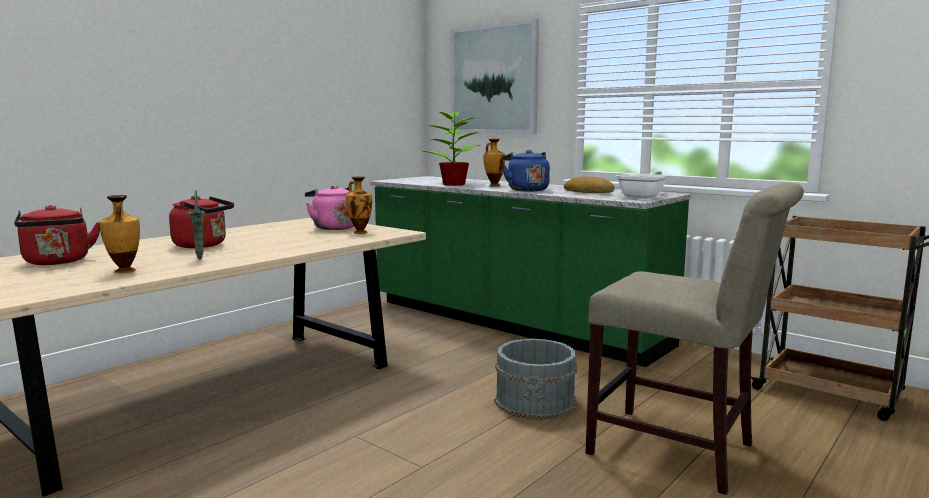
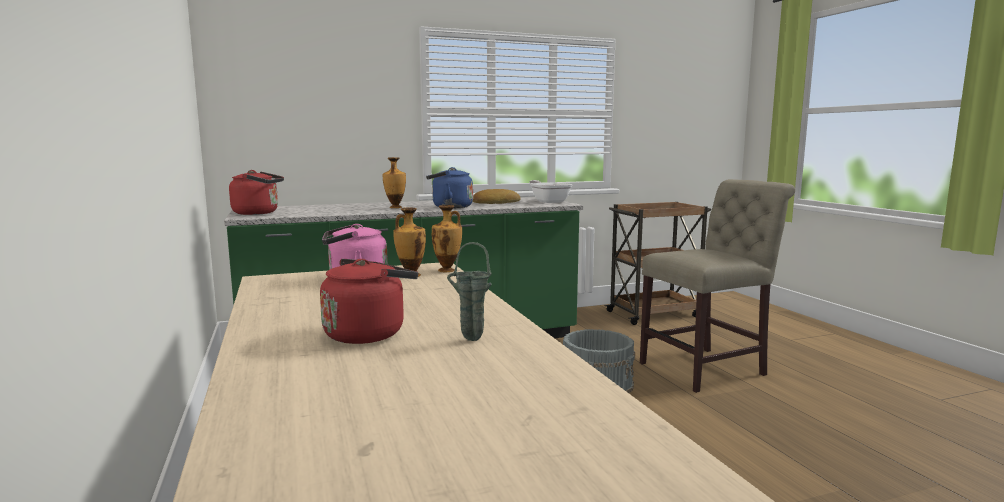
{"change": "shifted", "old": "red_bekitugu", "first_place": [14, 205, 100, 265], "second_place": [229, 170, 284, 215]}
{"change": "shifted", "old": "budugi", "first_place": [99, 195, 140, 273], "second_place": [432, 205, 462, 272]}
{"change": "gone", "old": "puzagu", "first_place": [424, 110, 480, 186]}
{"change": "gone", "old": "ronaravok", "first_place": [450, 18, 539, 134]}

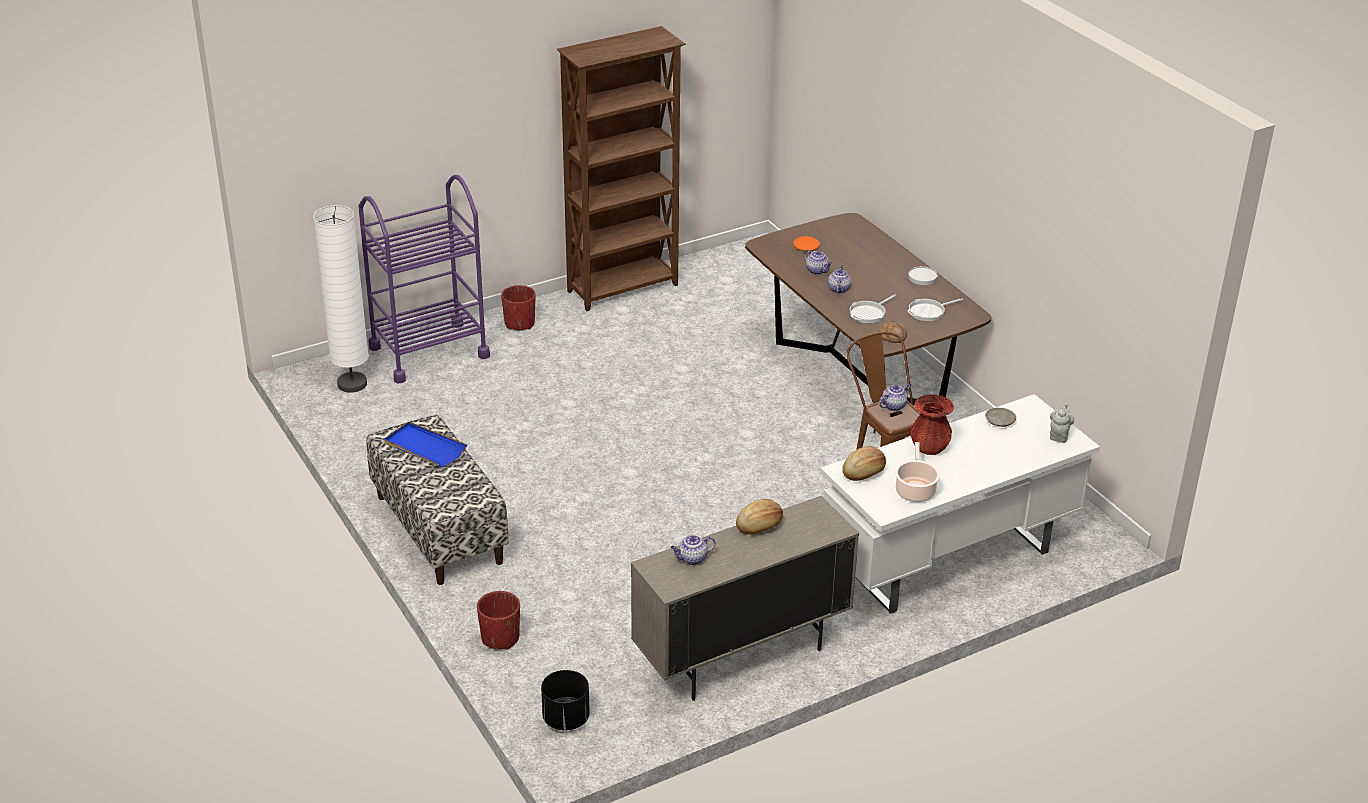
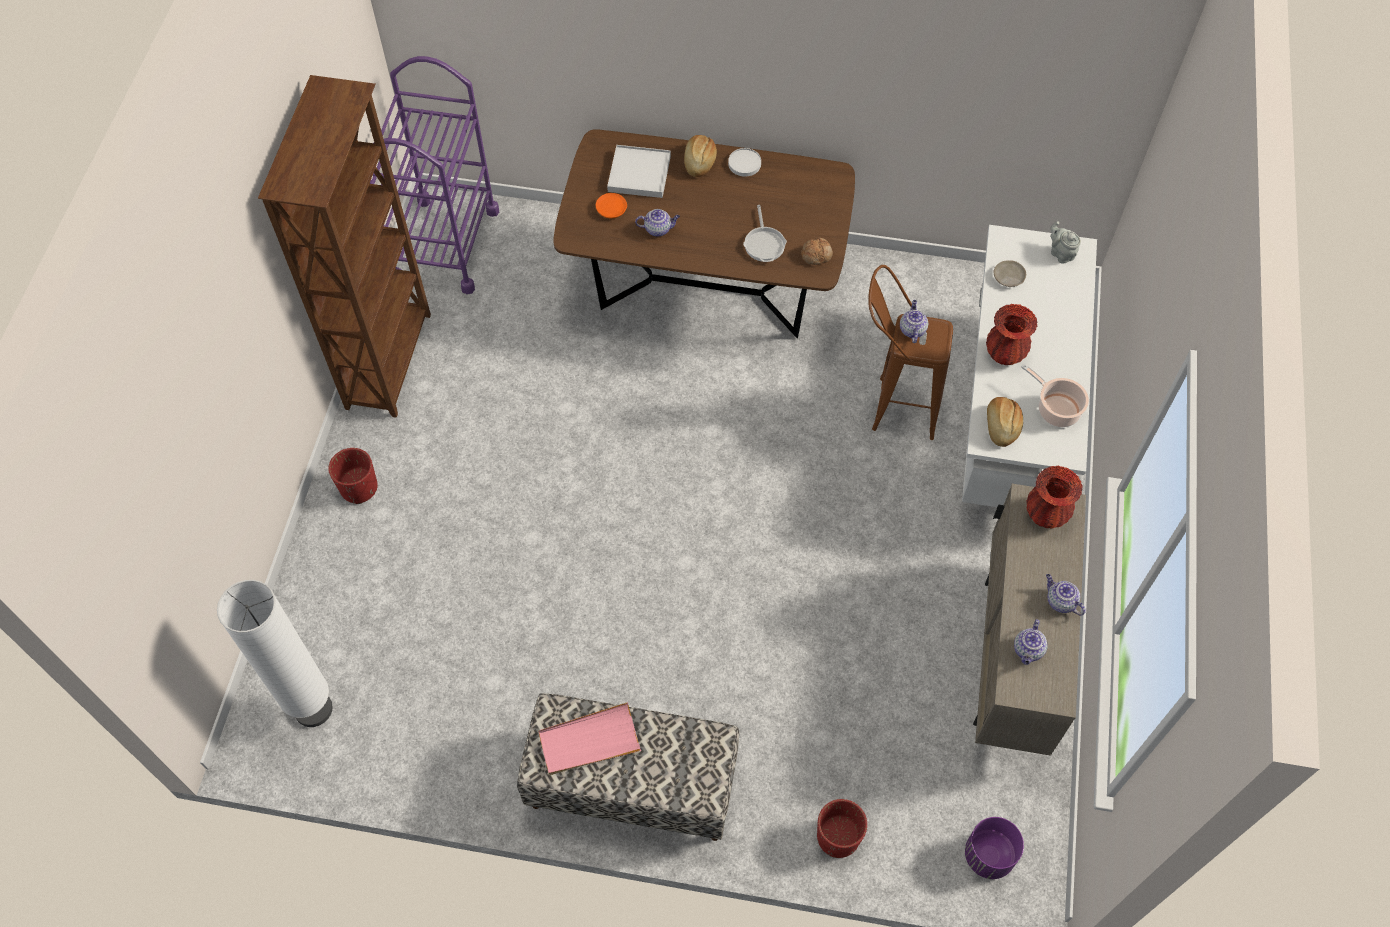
{"change": "shifted", "old": "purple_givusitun", "first_place": [358, 175, 490, 384], "second_place": [369, 56, 499, 294]}
{"change": "repainted", "old": "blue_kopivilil", "new": "pink_kopivilil", "first_place": [384, 422, 467, 467], "second_place": [538, 702, 641, 775]}
{"change": "repainted", "old": "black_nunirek", "new": "purple_nunirek", "first_place": [541, 670, 590, 730], "second_place": [965, 817, 1024, 879]}
{"change": "shifted", "old": "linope", "first_place": [736, 499, 783, 534], "second_place": [684, 135, 717, 177]}
{"change": "shifted", "old": "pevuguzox", "first_place": [828, 265, 851, 293], "second_place": [1046, 574, 1086, 616]}
{"change": "gone", "old": "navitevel", "first_place": [907, 298, 963, 322]}
{"change": "new", "new": "white_kopivilil", "second_place": [607, 145, 671, 198]}
{"change": "new", "new": "red_budugi", "second_place": [1026, 466, 1083, 529]}

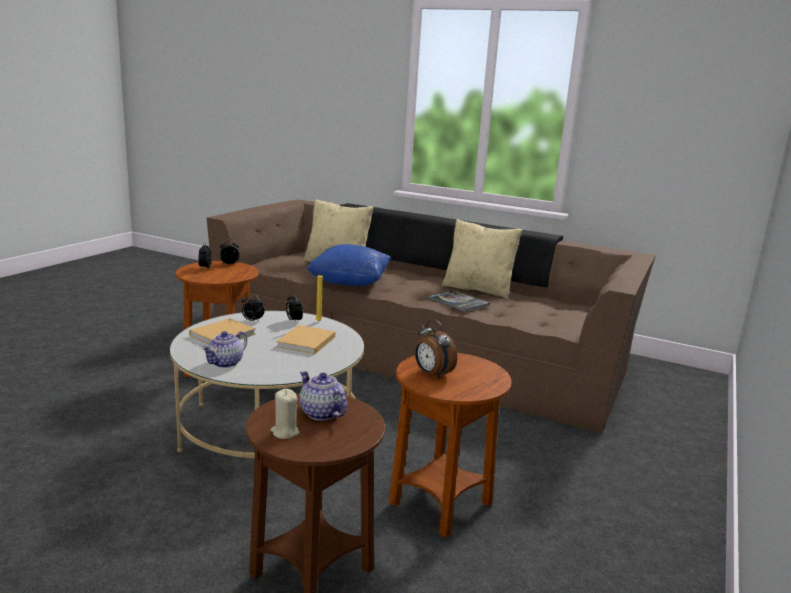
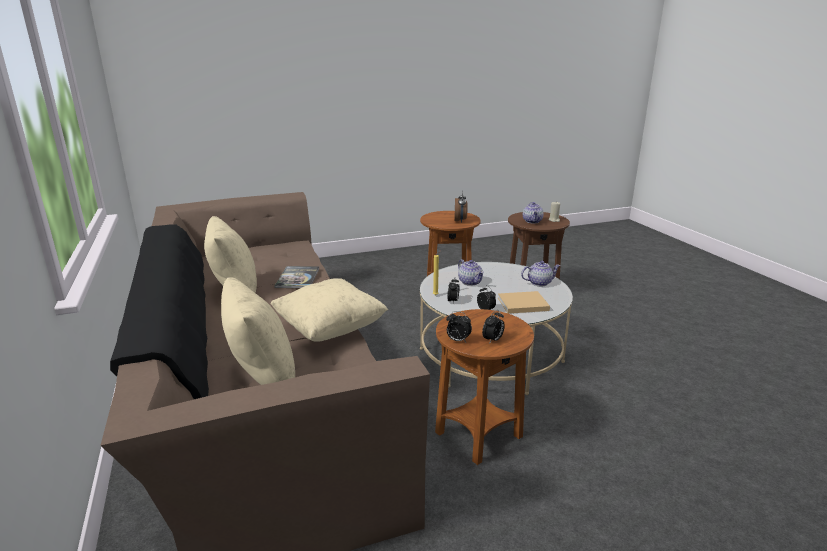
{"change": "swapped", "old": "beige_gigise", "new": "pevuguzox", "first_place": [276, 325, 335, 354], "second_place": [458, 259, 484, 286]}
{"change": "repainted", "old": "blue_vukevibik", "new": "beige_vukevibik", "first_place": [306, 244, 391, 286], "second_place": [270, 278, 388, 342]}

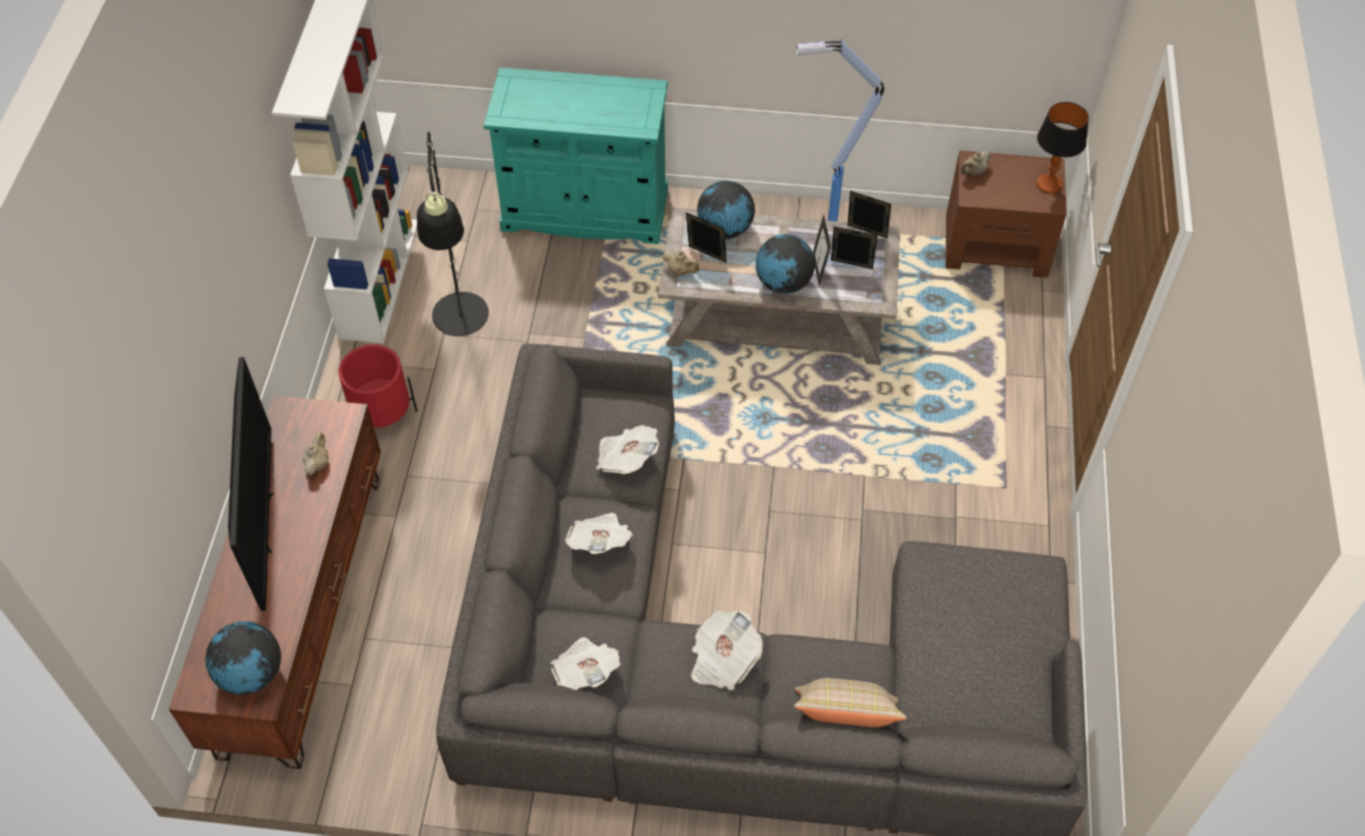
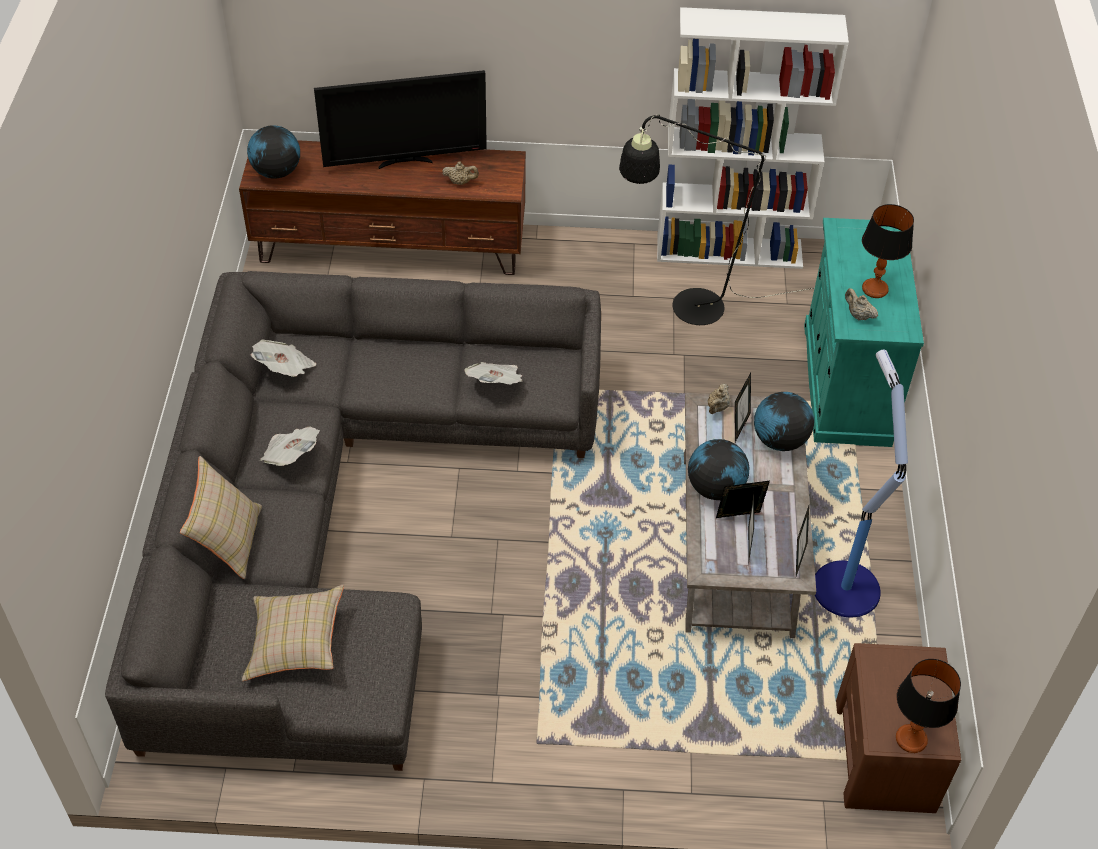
{"change": "gone", "old": "red_nunirek", "first_place": [339, 344, 417, 428]}
{"change": "gone", "old": "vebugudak", "first_place": [565, 513, 633, 554]}
{"change": "shifted", "old": "beige_pevuguzox", "first_place": [960, 151, 991, 176], "second_place": [845, 288, 878, 320]}
{"change": "new", "new": "beige_vukevibik", "second_place": [242, 585, 344, 681]}
{"change": "new", "new": "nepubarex", "second_place": [862, 204, 914, 298]}

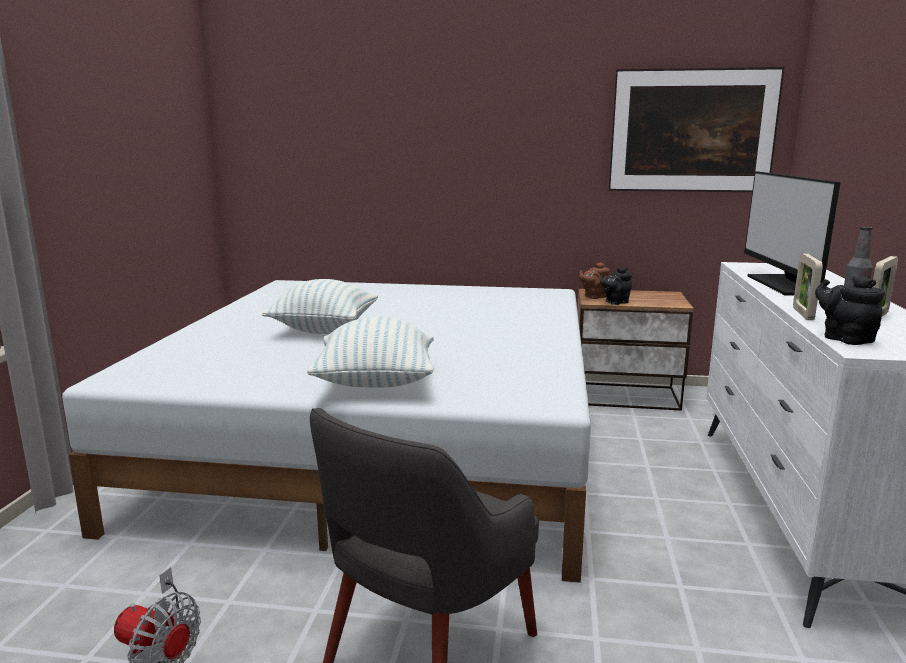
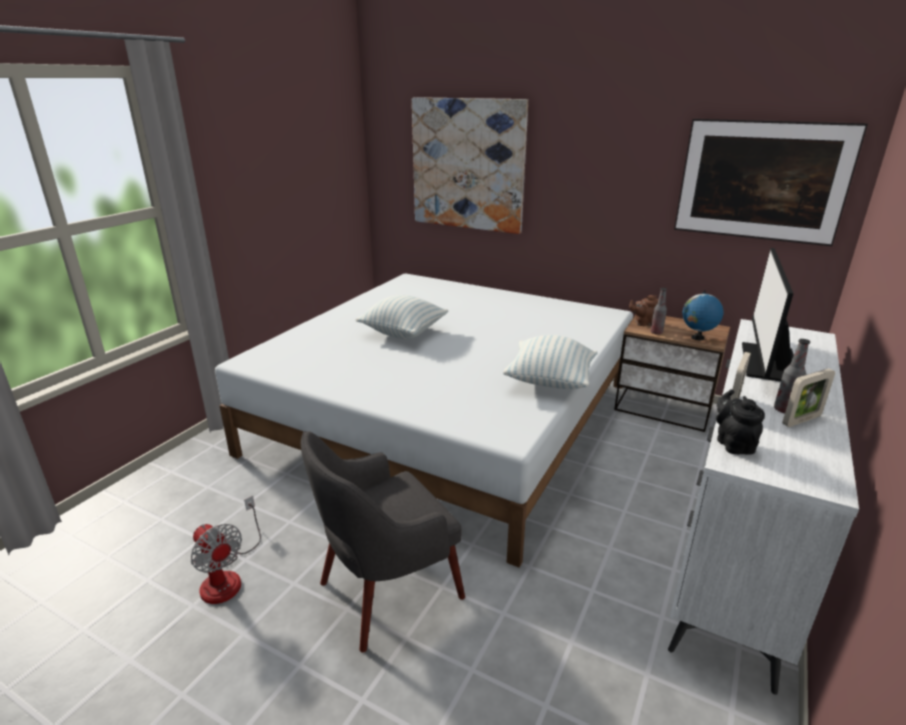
{"change": "shifted", "old": "vukevibik", "first_place": [307, 317, 434, 387], "second_place": [503, 335, 598, 389]}
{"change": "swapped", "old": "black_pevuguzox", "new": "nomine", "first_place": [600, 267, 632, 305], "second_place": [650, 288, 667, 335]}
{"change": "new", "new": "ronaravok", "second_place": [412, 97, 528, 234]}
{"change": "new", "new": "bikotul", "second_place": [683, 290, 723, 340]}

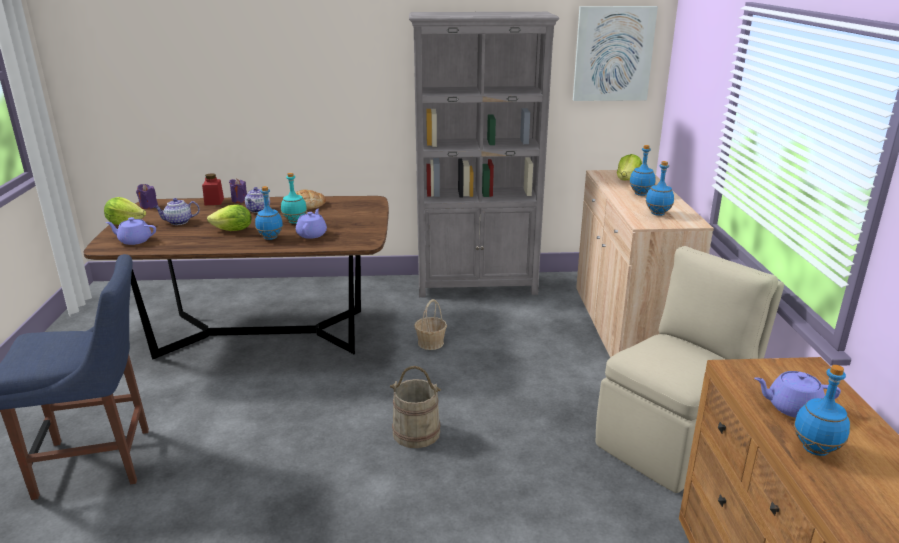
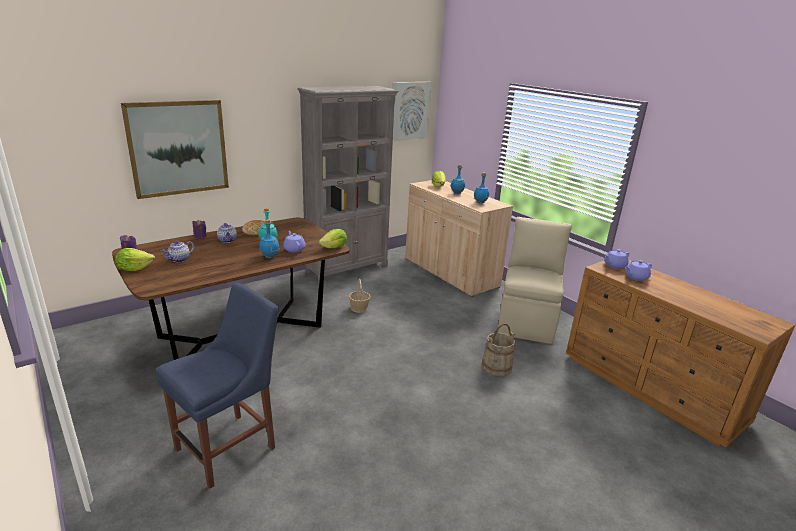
{"change": "shifted", "old": "purple_pevuguzox", "first_place": [106, 217, 156, 245], "second_place": [604, 249, 629, 269]}
{"change": "gone", "old": "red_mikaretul", "first_place": [202, 173, 224, 206]}
{"change": "shifted", "old": "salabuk", "first_place": [207, 204, 252, 231], "second_place": [318, 229, 347, 248]}
{"change": "shifted", "old": "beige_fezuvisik", "first_place": [390, 366, 441, 448], "second_place": [482, 324, 515, 376]}
{"change": "gone", "old": "blue_nomine", "first_place": [794, 365, 850, 456]}
{"change": "new", "new": "ronaravok", "second_place": [121, 100, 229, 199]}

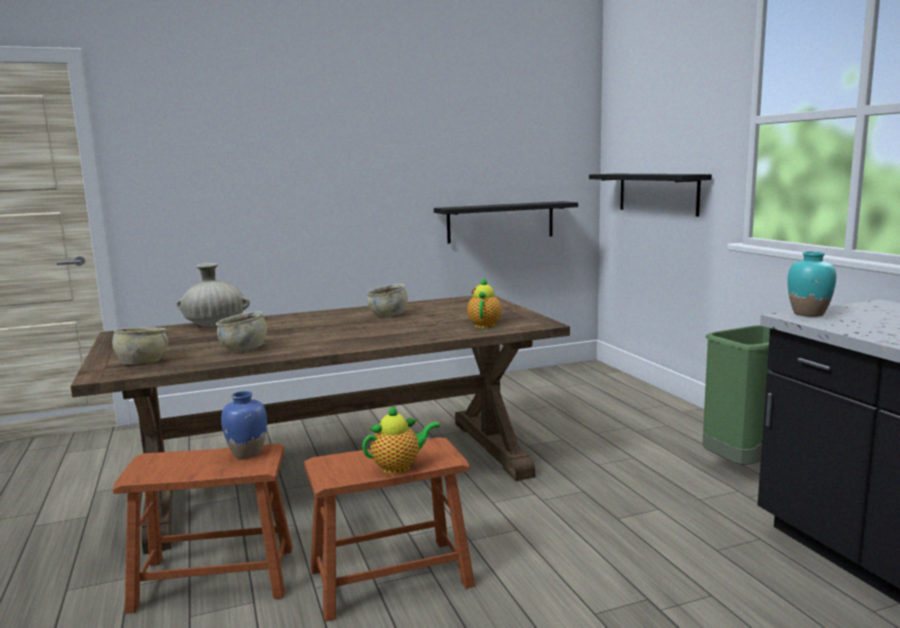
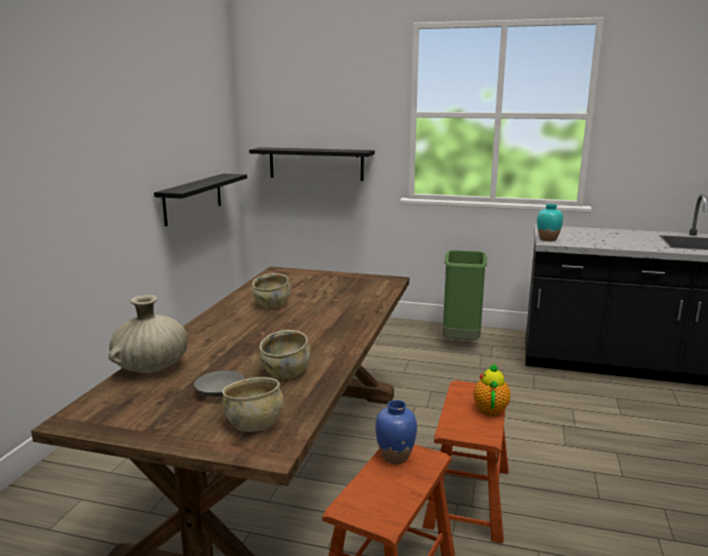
{"change": "gone", "old": "pevuguzox", "first_place": [467, 278, 502, 328]}
{"change": "new", "new": "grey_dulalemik", "second_place": [194, 370, 244, 397]}

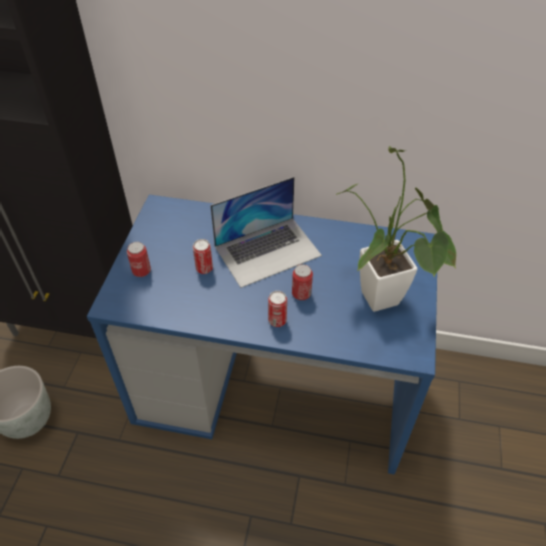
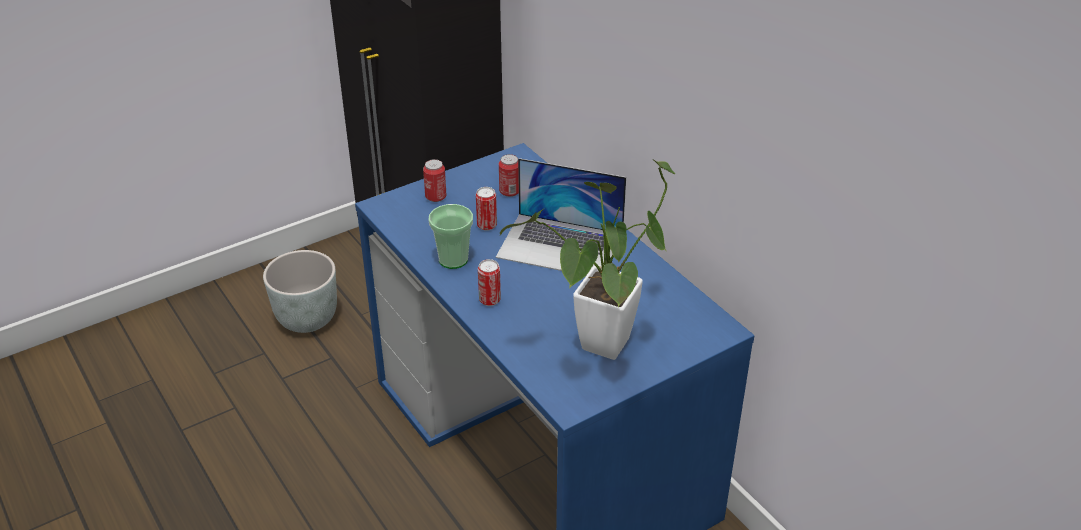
{"change": "shifted", "old": "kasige", "first_place": [292, 264, 313, 300], "second_place": [499, 154, 519, 197]}
{"change": "new", "new": "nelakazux", "second_place": [429, 204, 473, 269]}

